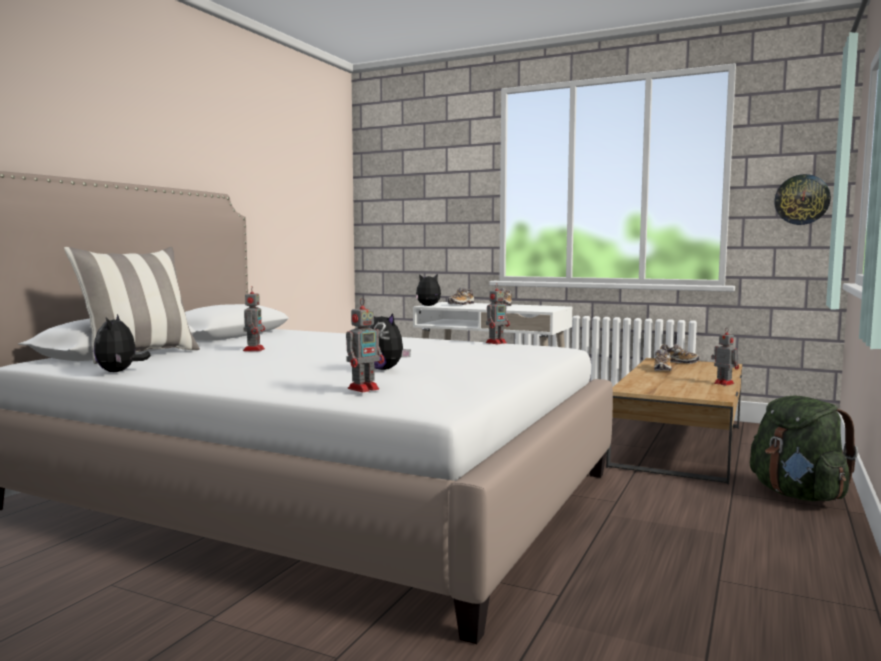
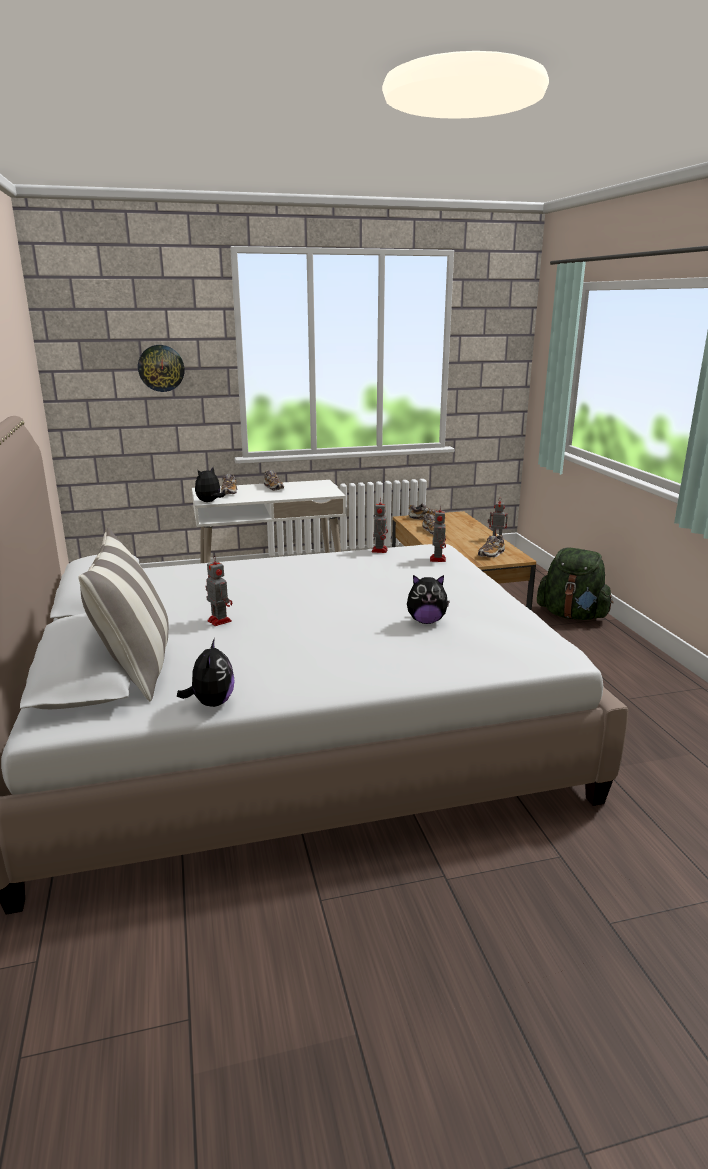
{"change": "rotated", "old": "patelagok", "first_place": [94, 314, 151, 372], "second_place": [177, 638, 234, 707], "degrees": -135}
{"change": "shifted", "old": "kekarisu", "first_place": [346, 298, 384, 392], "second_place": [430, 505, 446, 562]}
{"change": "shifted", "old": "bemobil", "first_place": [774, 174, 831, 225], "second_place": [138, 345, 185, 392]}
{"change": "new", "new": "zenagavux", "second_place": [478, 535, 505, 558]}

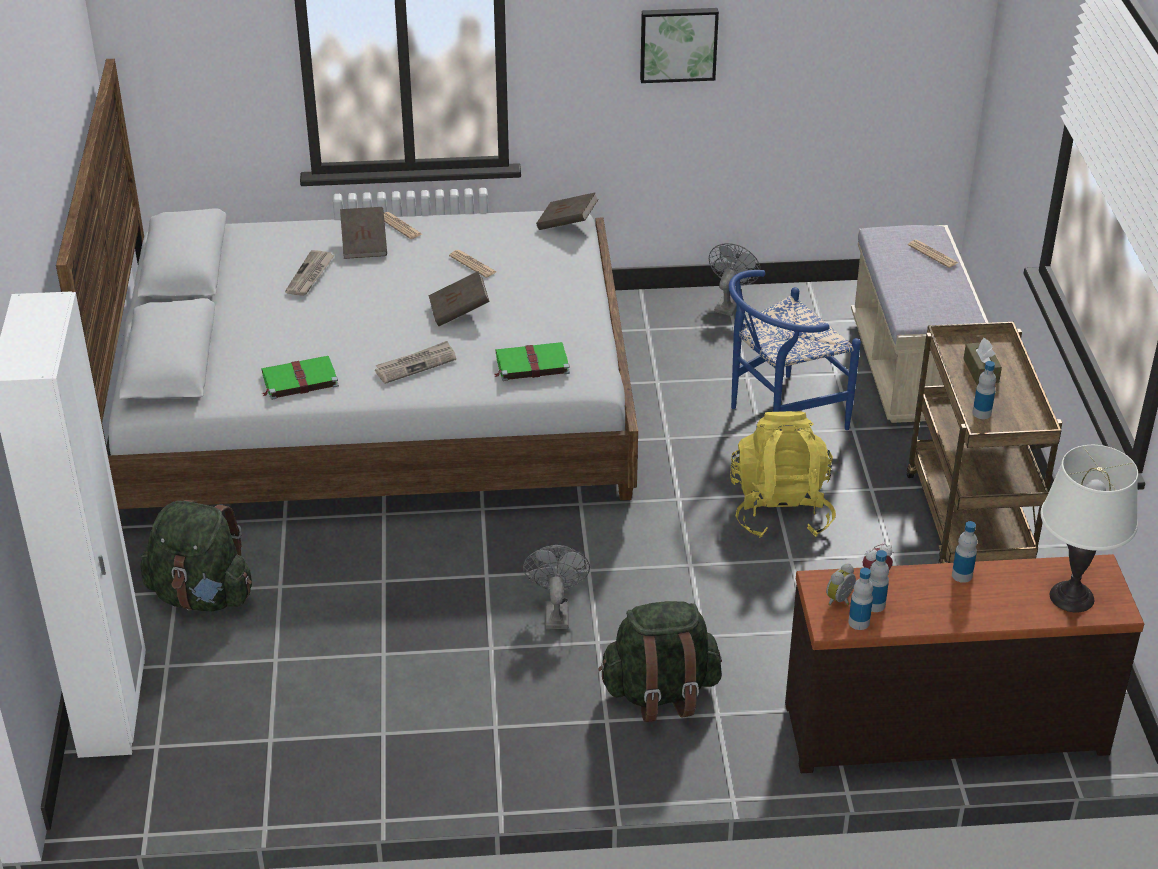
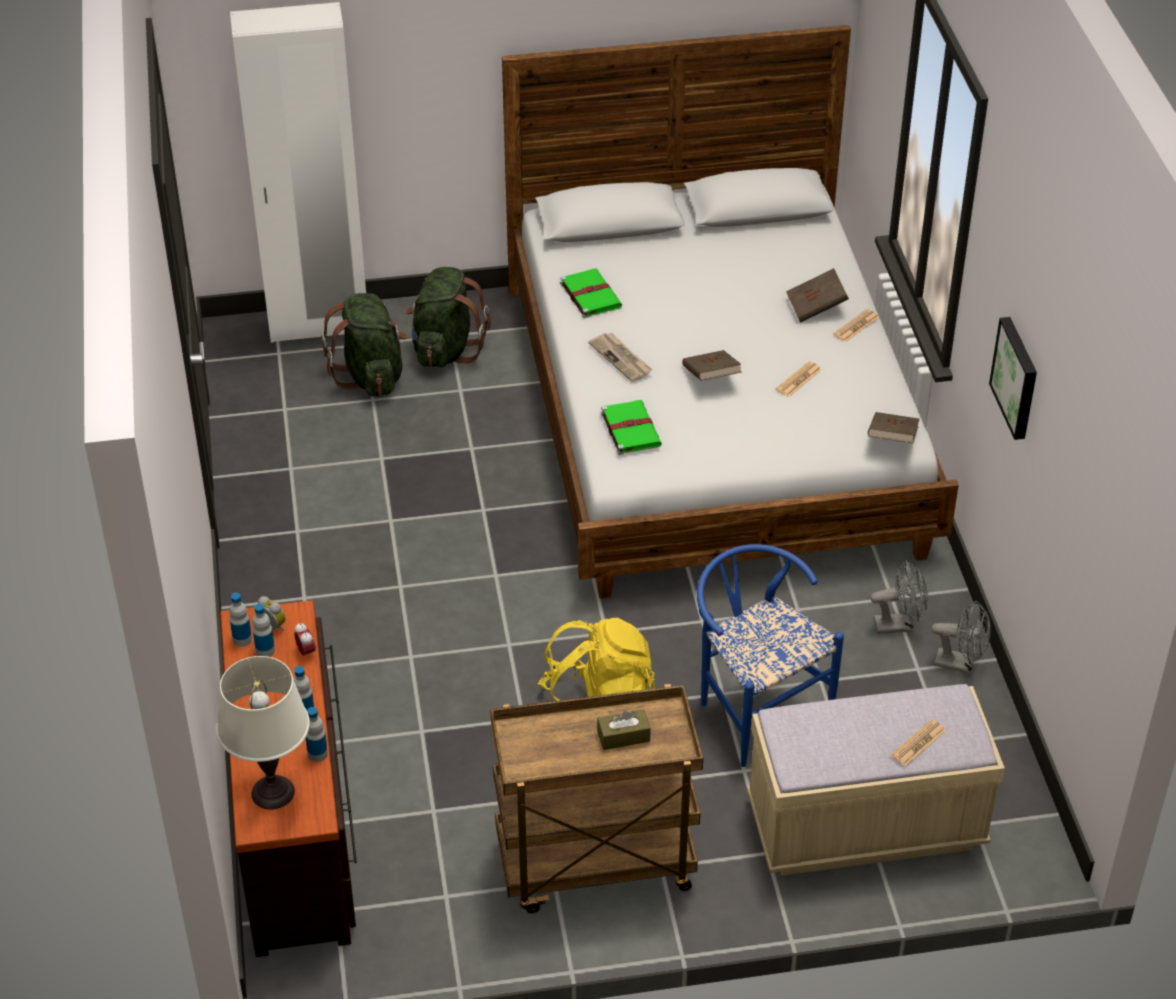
{"change": "gone", "old": "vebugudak", "first_place": [285, 250, 335, 296]}
{"change": "shifted", "old": "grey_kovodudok", "first_place": [523, 545, 590, 629], "second_place": [870, 560, 928, 634]}
{"change": "shifted", "old": "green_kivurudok", "first_place": [598, 601, 722, 722], "second_place": [322, 293, 408, 397]}
{"change": "shifted", "old": "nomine", "first_place": [973, 361, 996, 419], "second_place": [305, 707, 328, 762]}

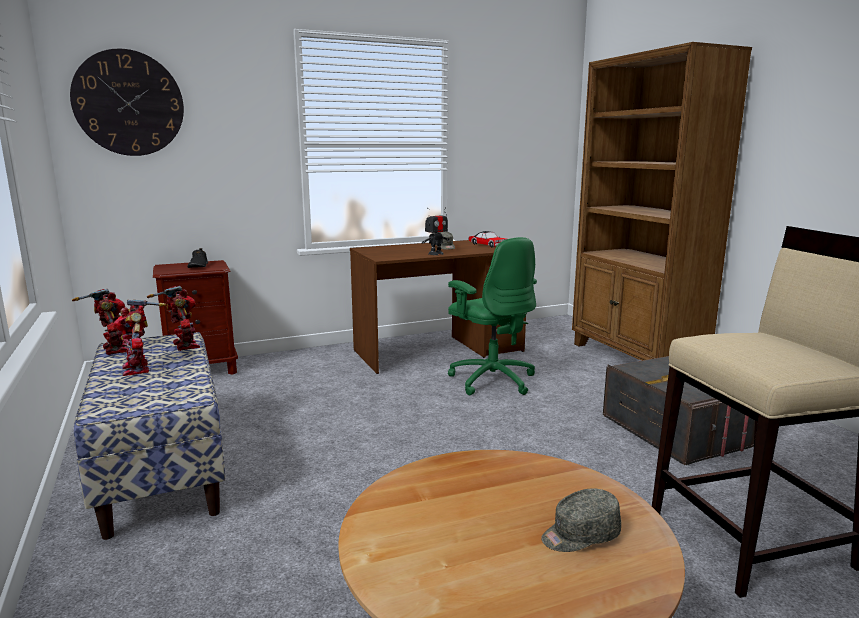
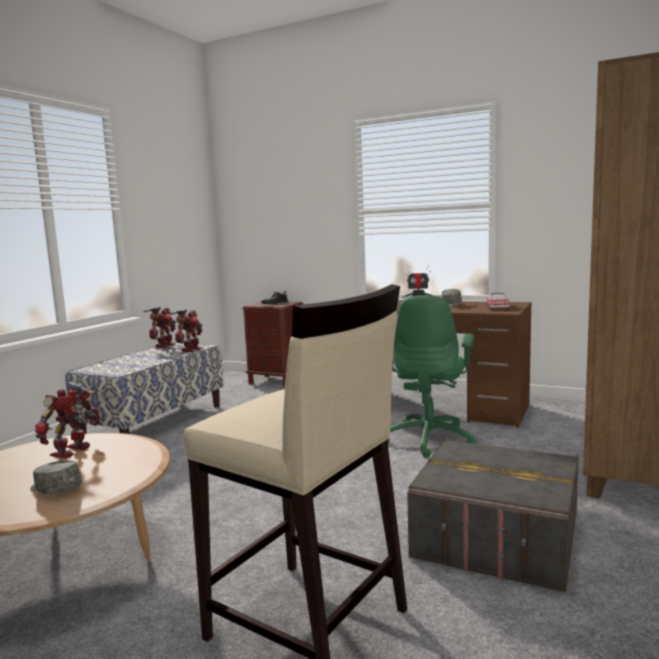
{"change": "gone", "old": "bemobil", "first_place": [70, 49, 184, 156]}
{"change": "shifted", "old": "kekarisu", "first_place": [113, 300, 166, 376], "second_place": [35, 382, 100, 458]}

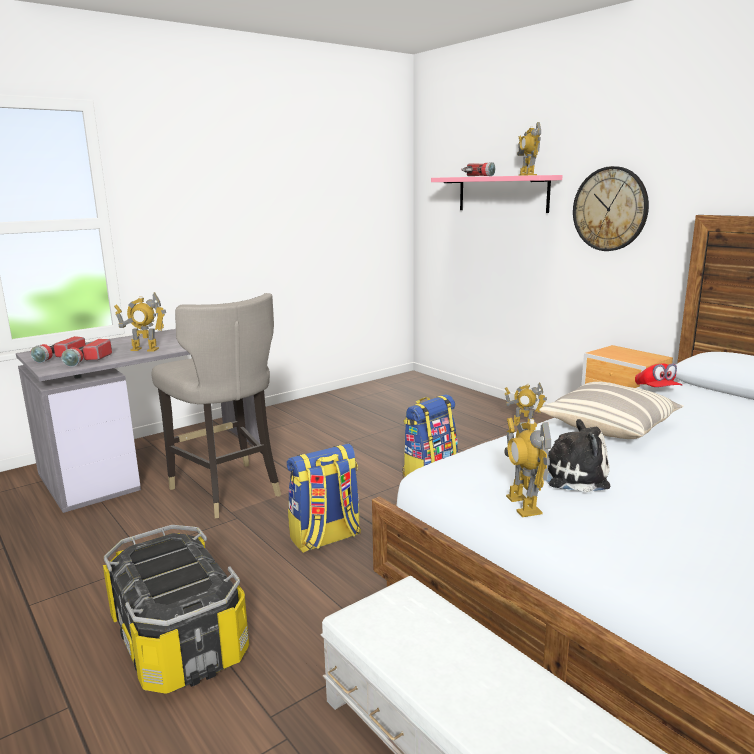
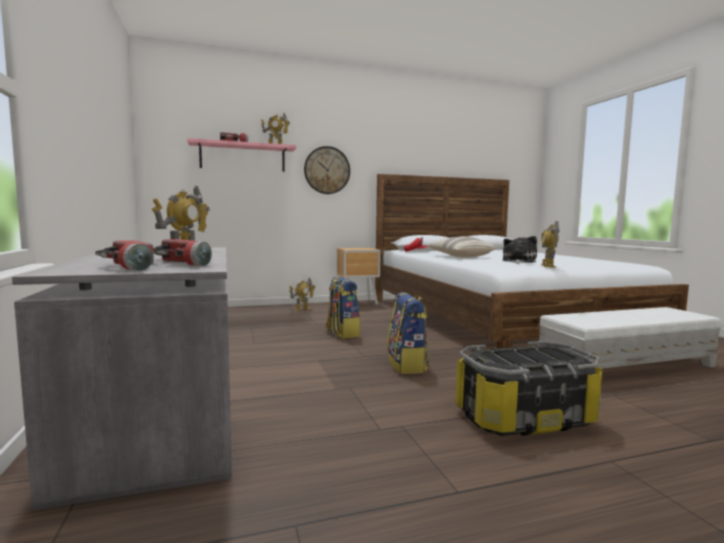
{"change": "gone", "old": "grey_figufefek", "first_place": [151, 293, 281, 518]}
{"change": "rotated", "old": "kekarisu", "first_place": [504, 418, 551, 517], "second_place": [541, 221, 560, 267], "degrees": 90}

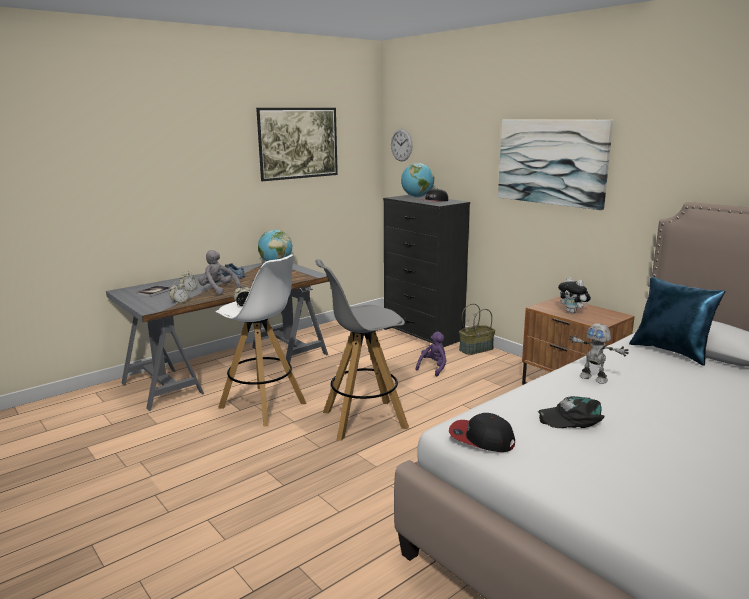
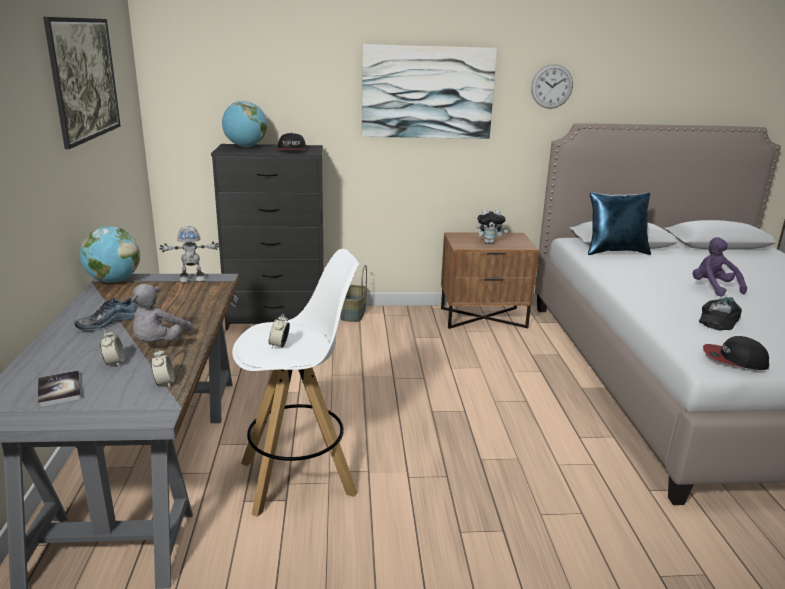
{"change": "rotated", "old": "grey_patelagok", "first_place": [198, 250, 241, 295], "second_place": [131, 283, 194, 342], "degrees": -60}
{"change": "gone", "old": "grey_figufefek", "first_place": [315, 259, 409, 441]}
{"change": "shifted", "old": "bemobil", "first_place": [391, 129, 413, 161], "second_place": [531, 64, 573, 109]}
{"change": "shifted", "old": "purple_patelagok", "first_place": [416, 332, 447, 376], "second_place": [693, 237, 747, 297]}
{"change": "rotated", "old": "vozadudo", "first_place": [449, 413, 515, 452], "second_place": [703, 336, 769, 370], "degrees": 45}
{"change": "shifted", "old": "kekarisu", "first_place": [569, 323, 629, 384], "second_place": [159, 226, 220, 282]}

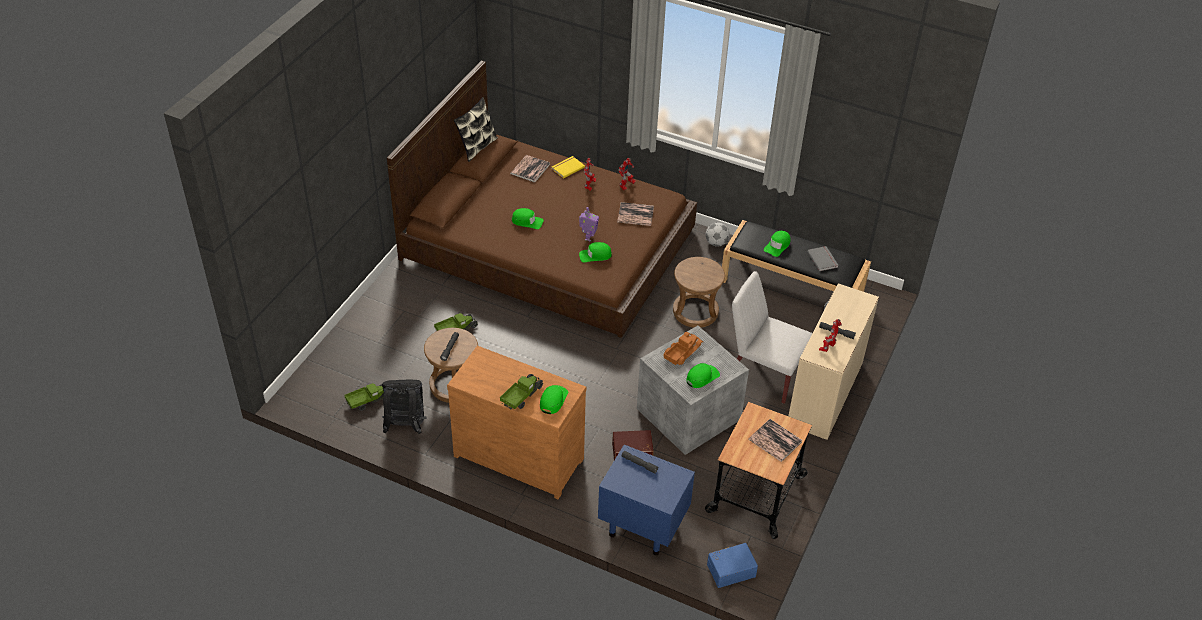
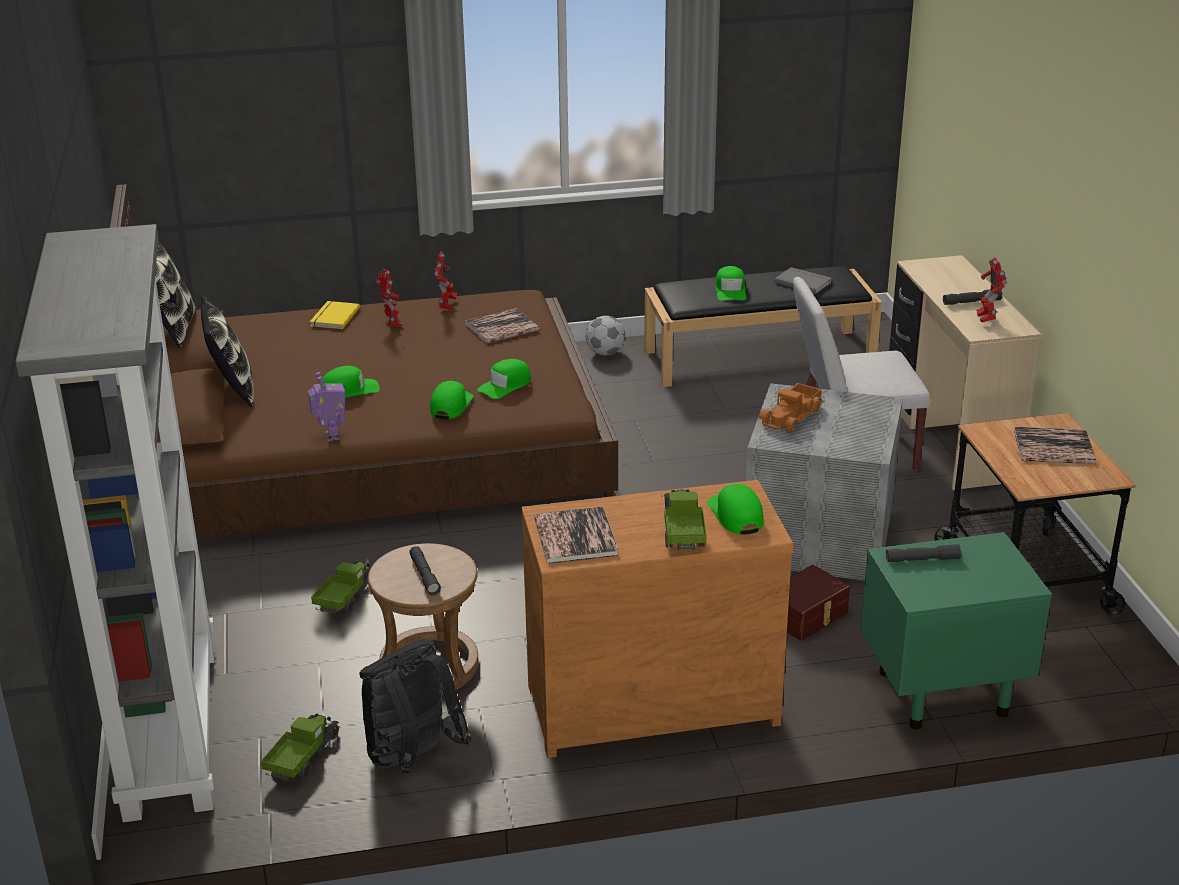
{"change": "shifted", "old": "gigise", "first_place": [510, 155, 550, 183], "second_place": [534, 507, 618, 564]}
{"change": "shifted", "old": "kekarisu", "first_place": [579, 207, 599, 242], "second_place": [308, 372, 345, 442]}
{"change": "repainted", "old": "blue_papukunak", "new": "green_papukunak", "first_place": [598, 445, 695, 555], "second_place": [860, 532, 1052, 730]}
{"change": "rotated", "old": "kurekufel", "first_place": [664, 332, 703, 365], "second_place": [759, 383, 823, 433], "degrees": -150}
{"change": "gone", "old": "brown_figufefek", "first_place": [673, 257, 725, 328]}
{"change": "shifted", "old": "green_vozadudo", "first_place": [686, 363, 720, 388], "second_place": [430, 381, 474, 419]}
{"change": "gone", "old": "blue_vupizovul", "first_place": [707, 543, 758, 588]}
{"change": "new", "new": "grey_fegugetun", "second_place": [15, 224, 215, 822]}
{"change": "new", "new": "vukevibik", "second_place": [201, 296, 254, 407]}

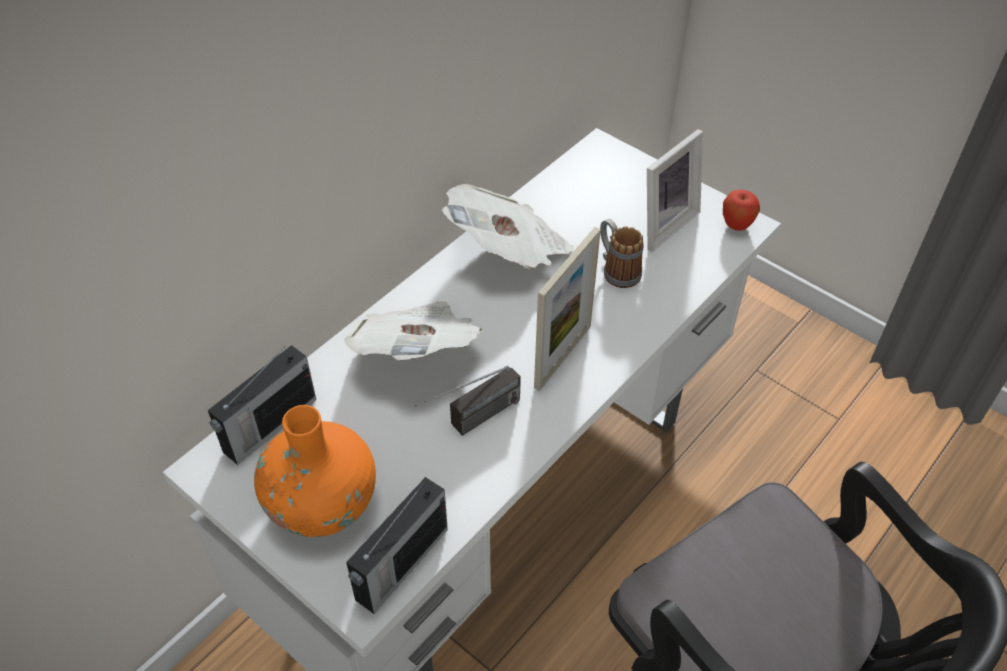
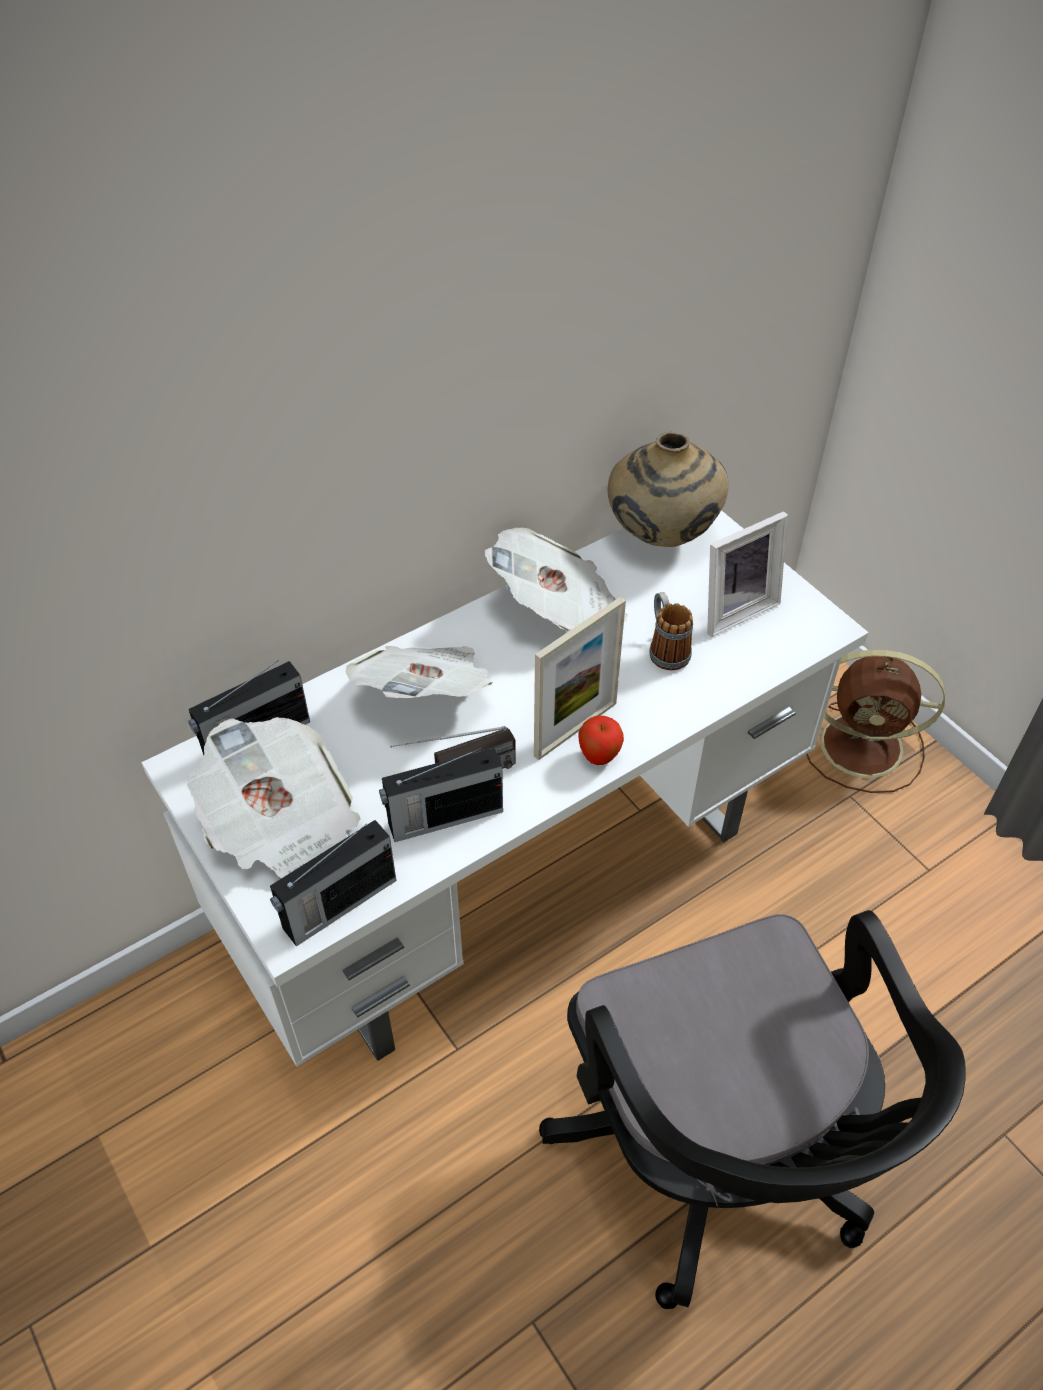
{"change": "swapped", "old": "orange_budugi", "new": "vebugudak", "first_place": [254, 405, 376, 537], "second_place": [187, 717, 361, 878]}
{"change": "shifted", "old": "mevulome", "first_place": [723, 190, 760, 231], "second_place": [578, 715, 624, 765]}
{"change": "new", "new": "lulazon", "second_place": [379, 747, 503, 842]}
{"change": "new", "new": "beige_budugi", "second_place": [608, 432, 728, 547]}
{"change": "new", "new": "brown_kovodudok", "second_place": [806, 650, 945, 793]}

